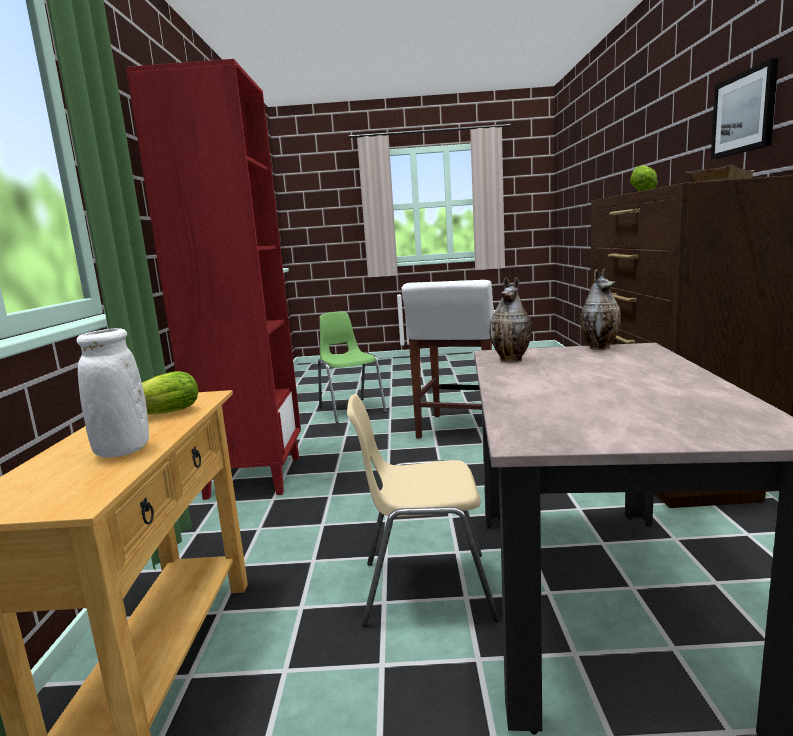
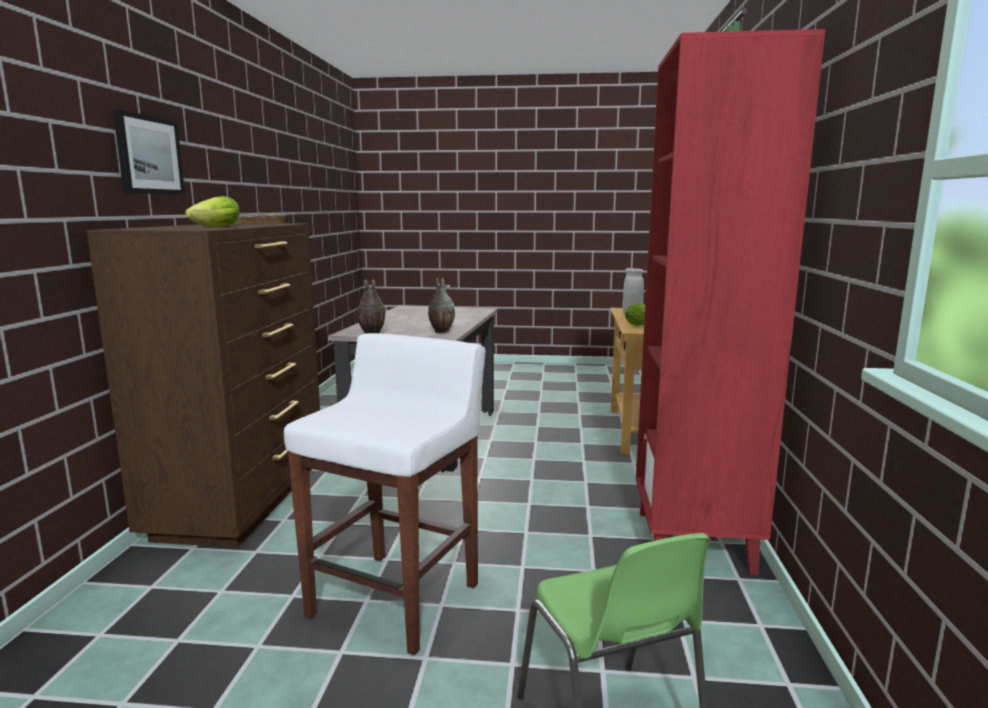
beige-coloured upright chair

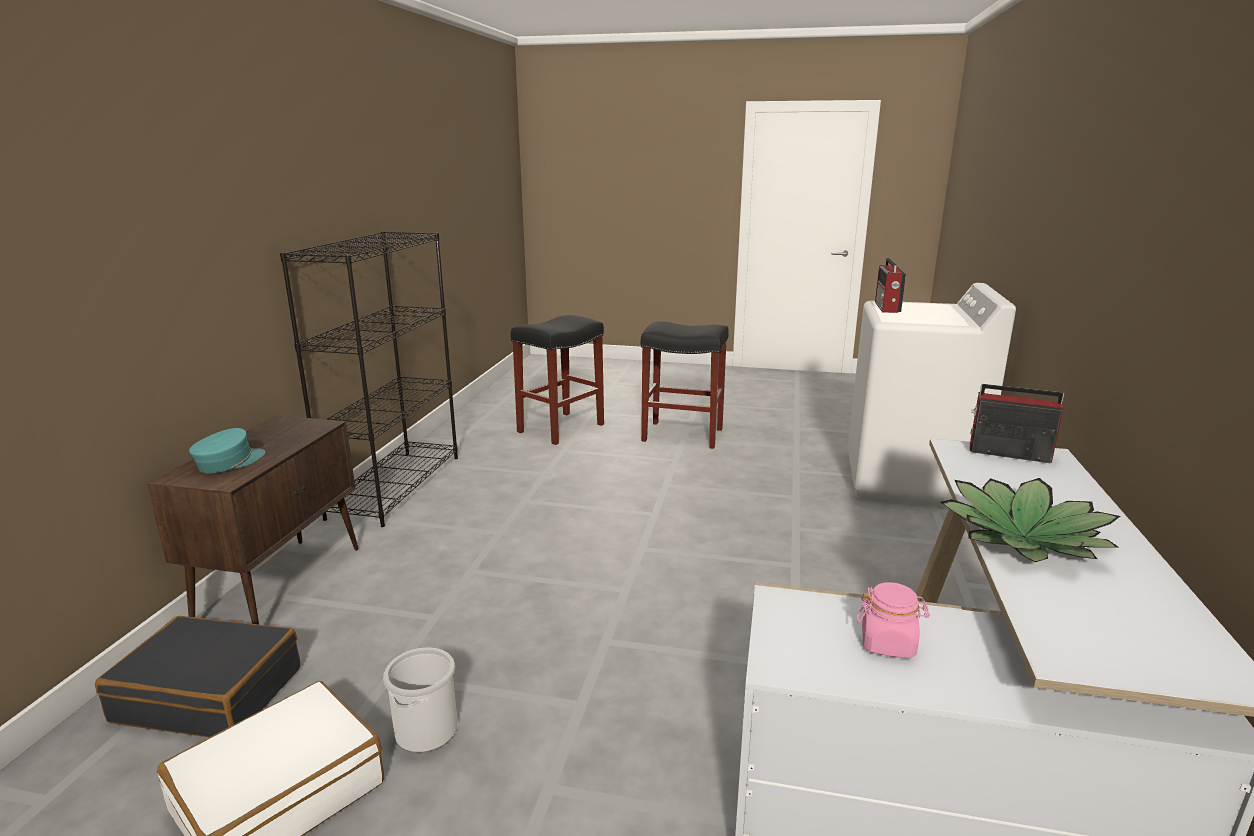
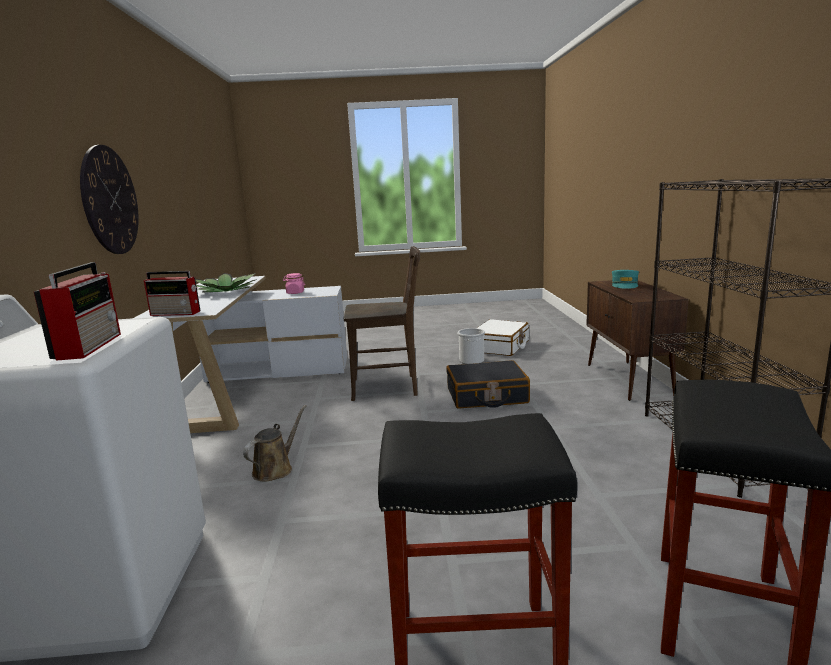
clock on the wall; brown-coloured watering pot; brown-coloured upright chair; black suitcase

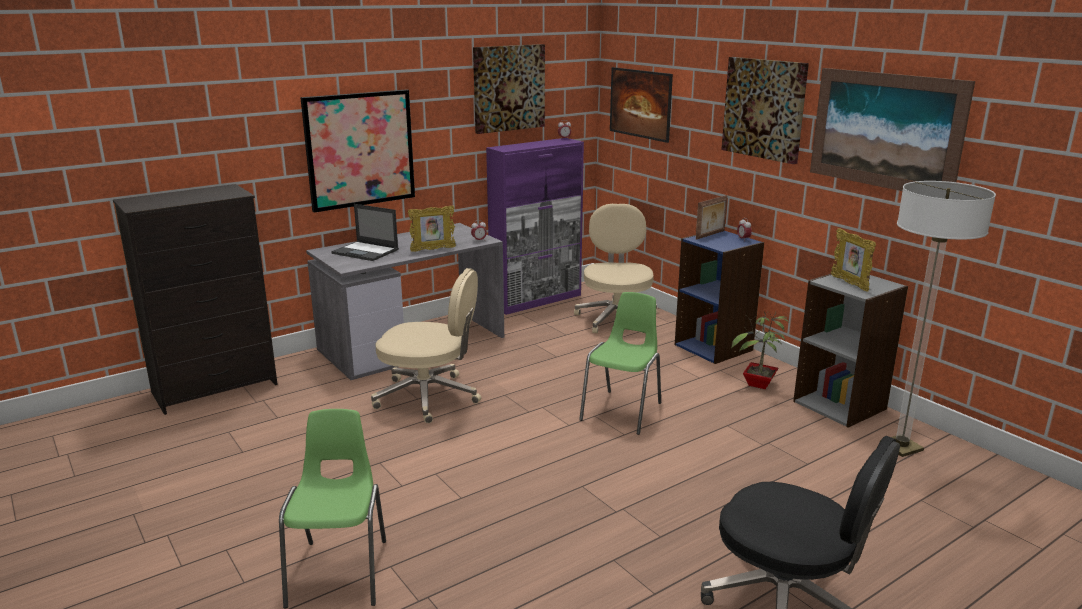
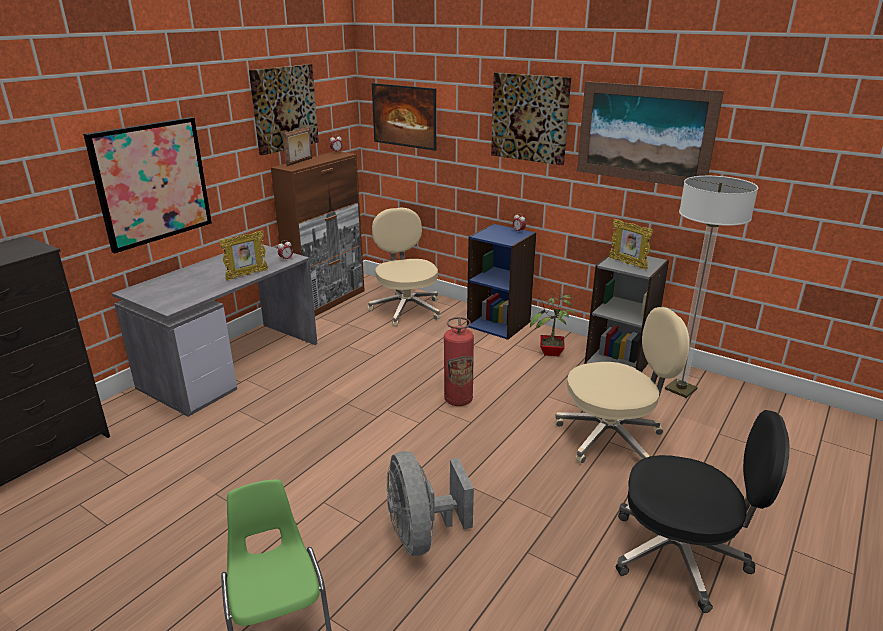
portable computer; greyish electric fan; beige-coloured office chair (no. 2 from left); photo frame (no. 2 from left); fire-fighting cylinder; brown-coloured cupboard

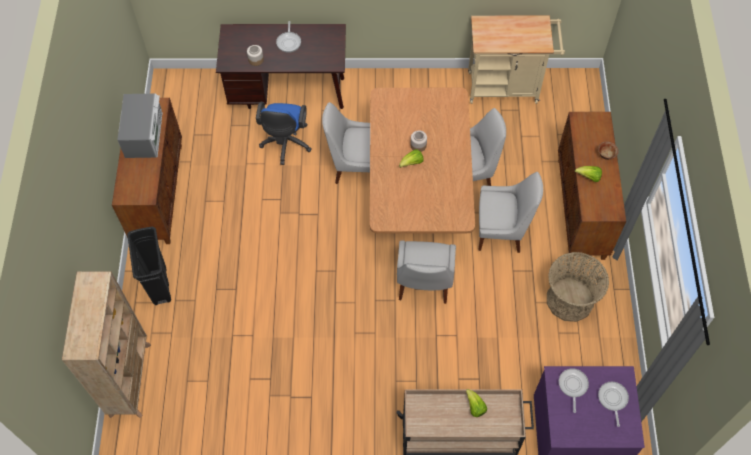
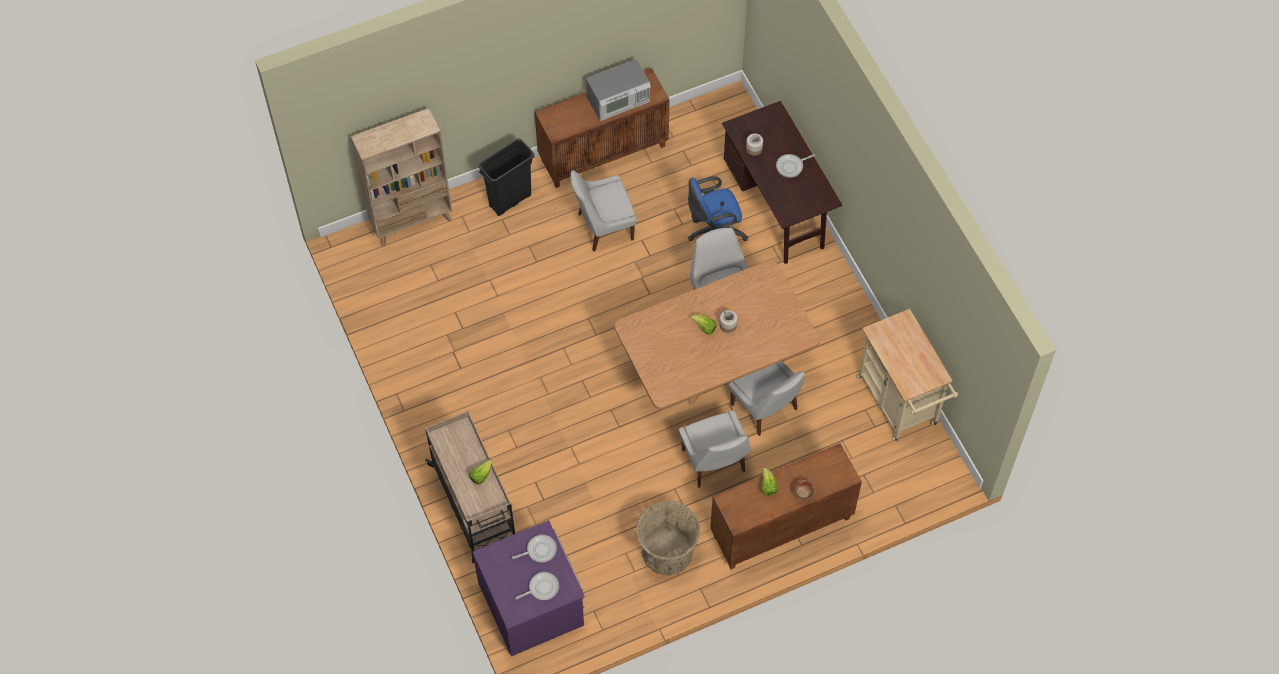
whitish upright chair (no. 1 from left)

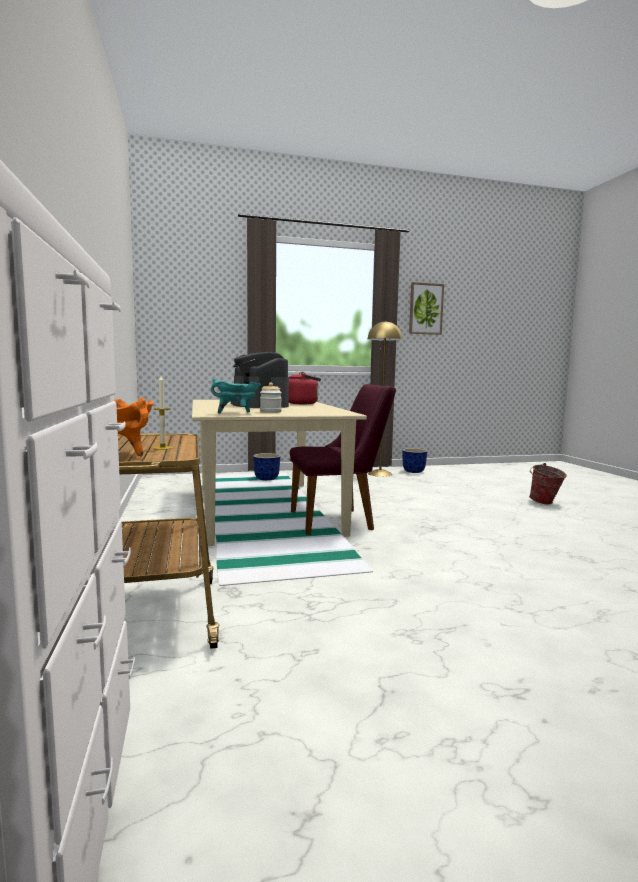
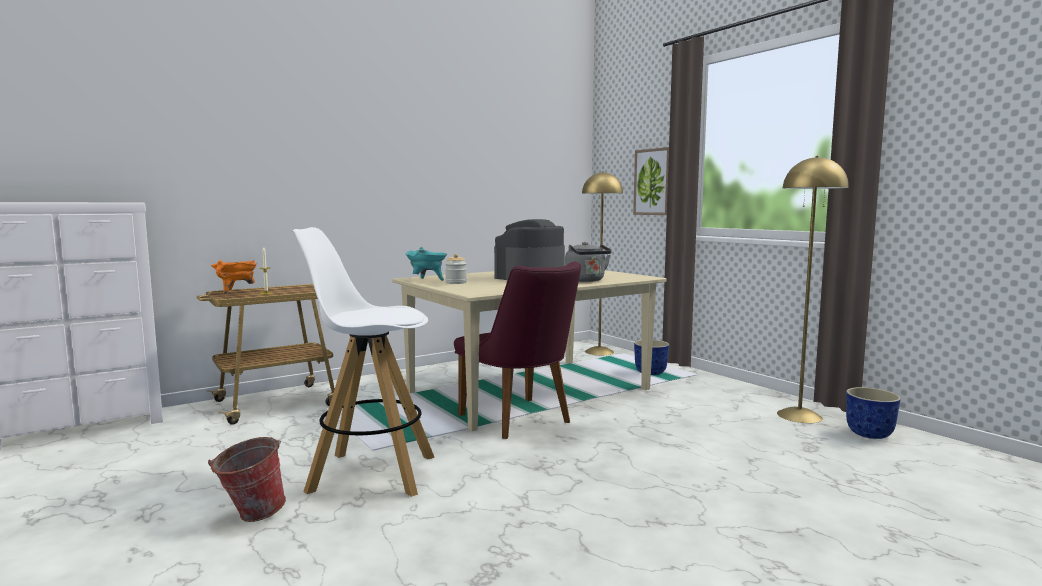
whitish stool; yellowish standard lamp (no. 1 from left); wall art; bucket; greyish water kettle

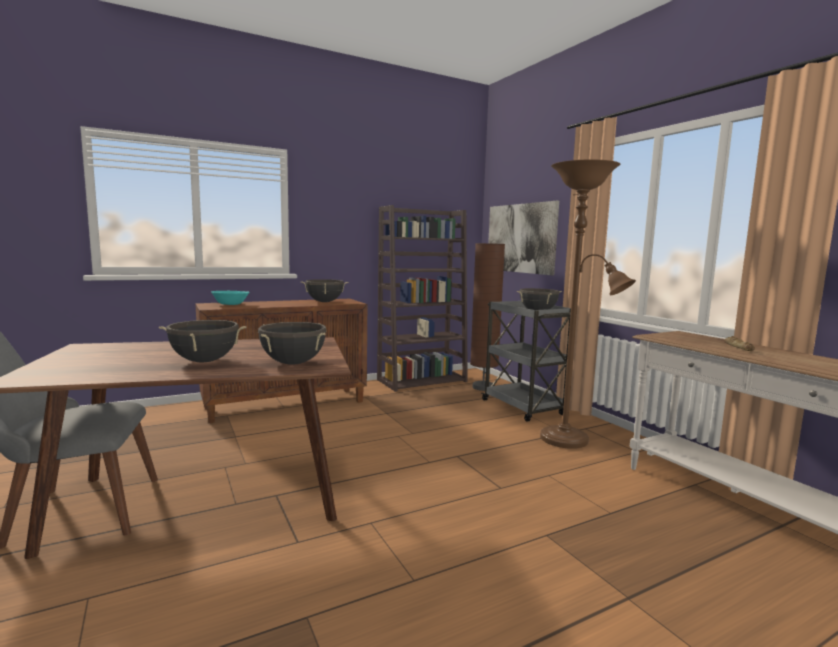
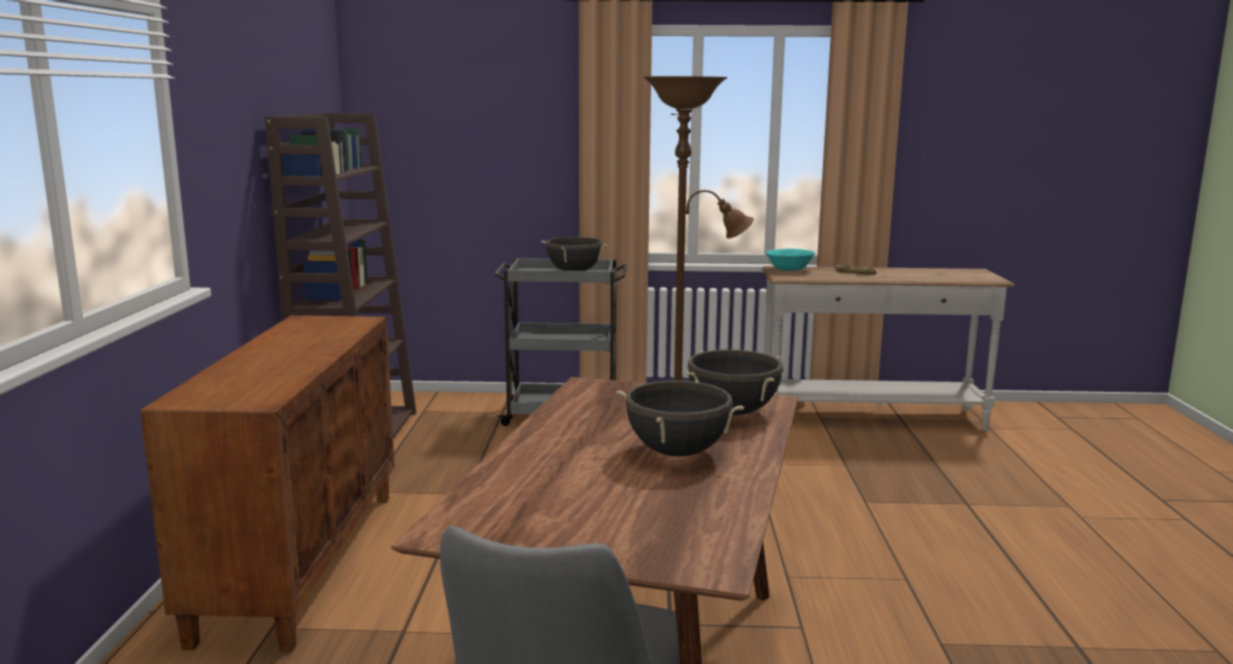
black cooking pot (no. 3 from left in the first image); brown-coloured standard lamp (no. 1 from left in the first image); wall art; turquoise-coloured serving bowl

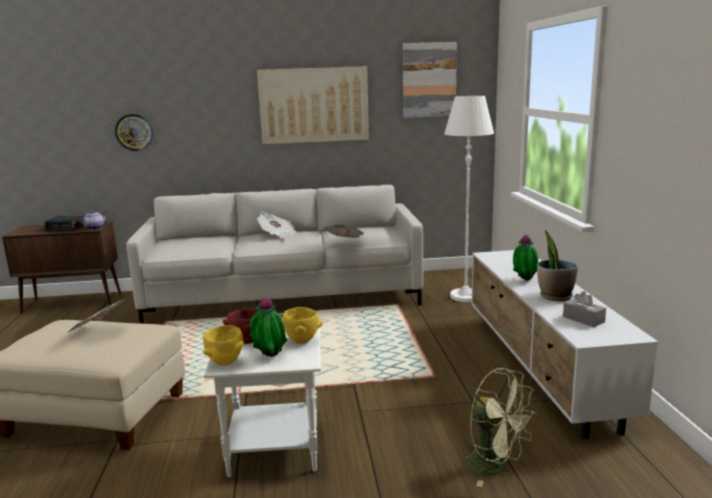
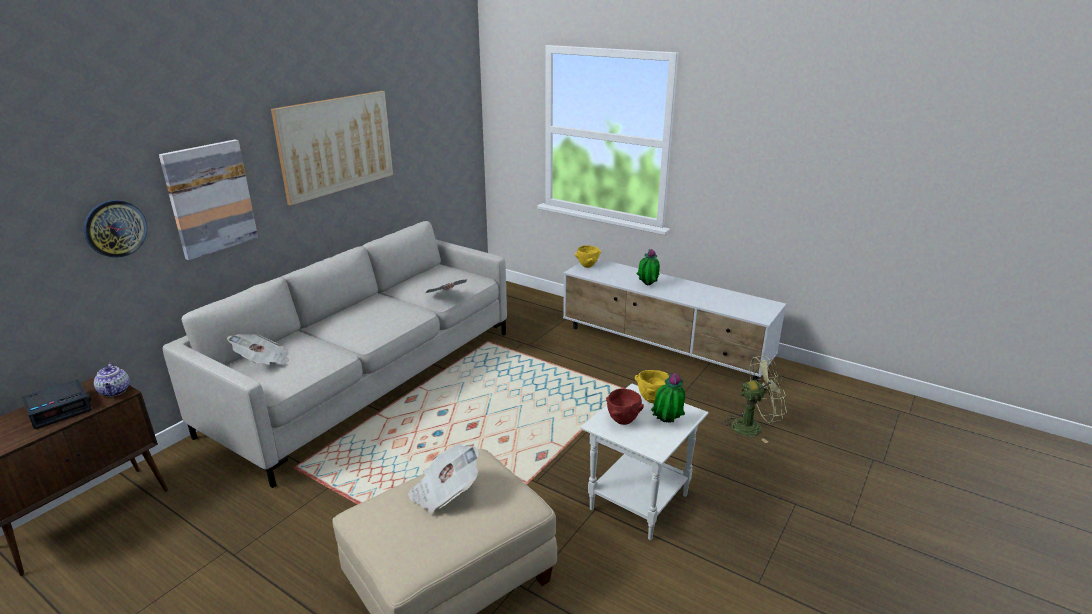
whitish standard lamp; potted plant (no. 3 from left in the first image); greyish tissue holder; yellowish serving bowl (no. 1 from left); newspaper (no. 1 from left); wall art (no. 1 from left)

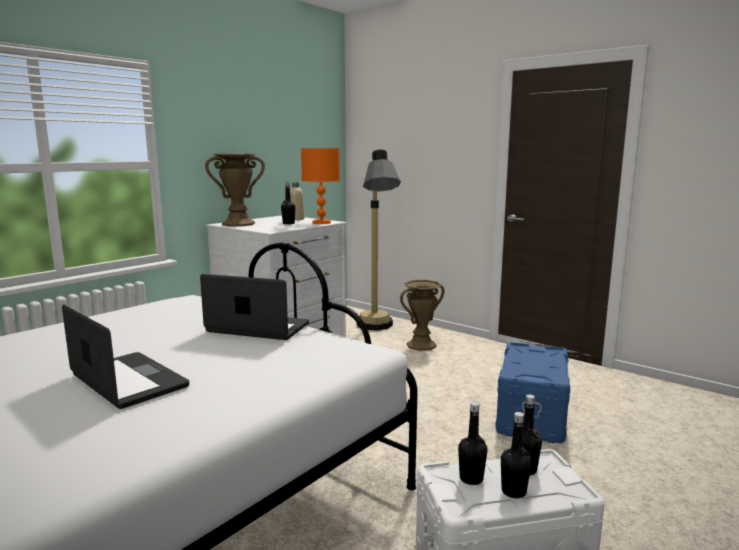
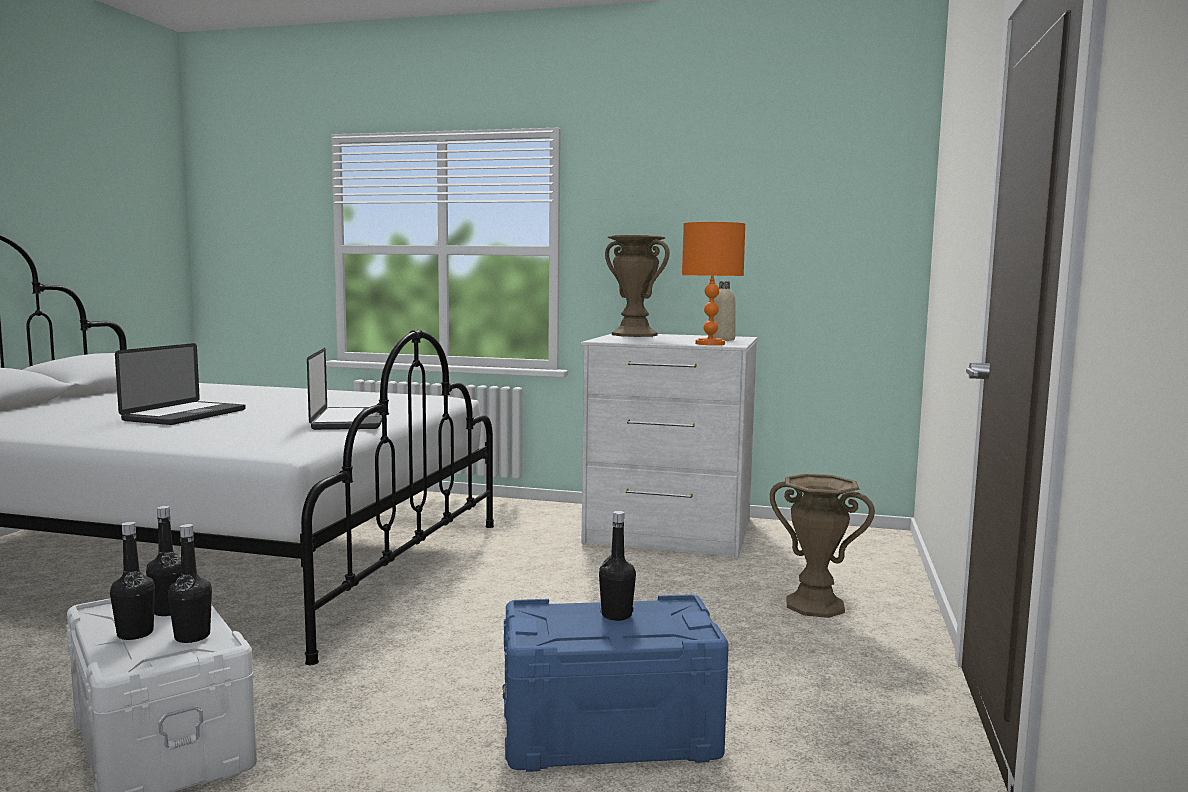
standard lamp; black beverage bottle (no. 4 from left)

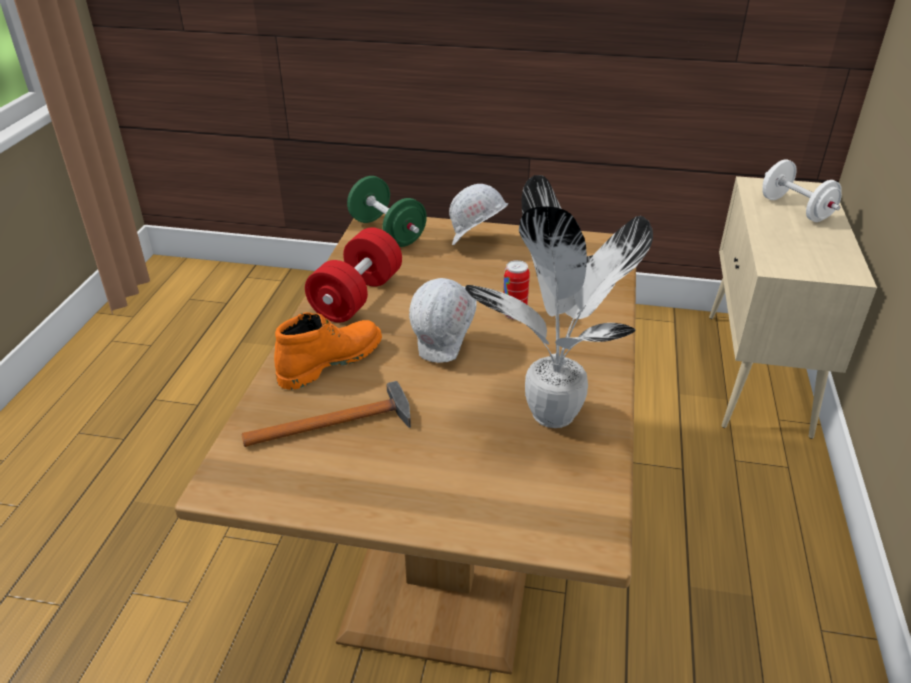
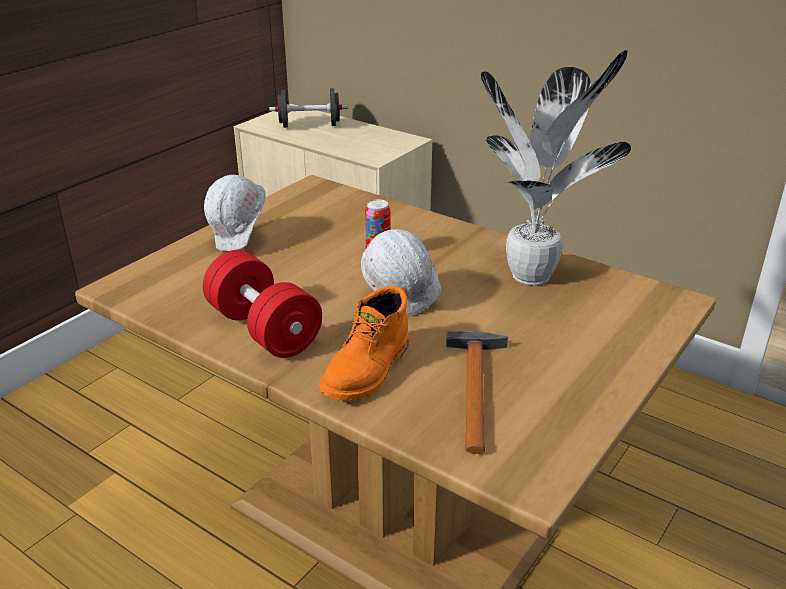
green-coloured free weight; black free weight; orangey boot

